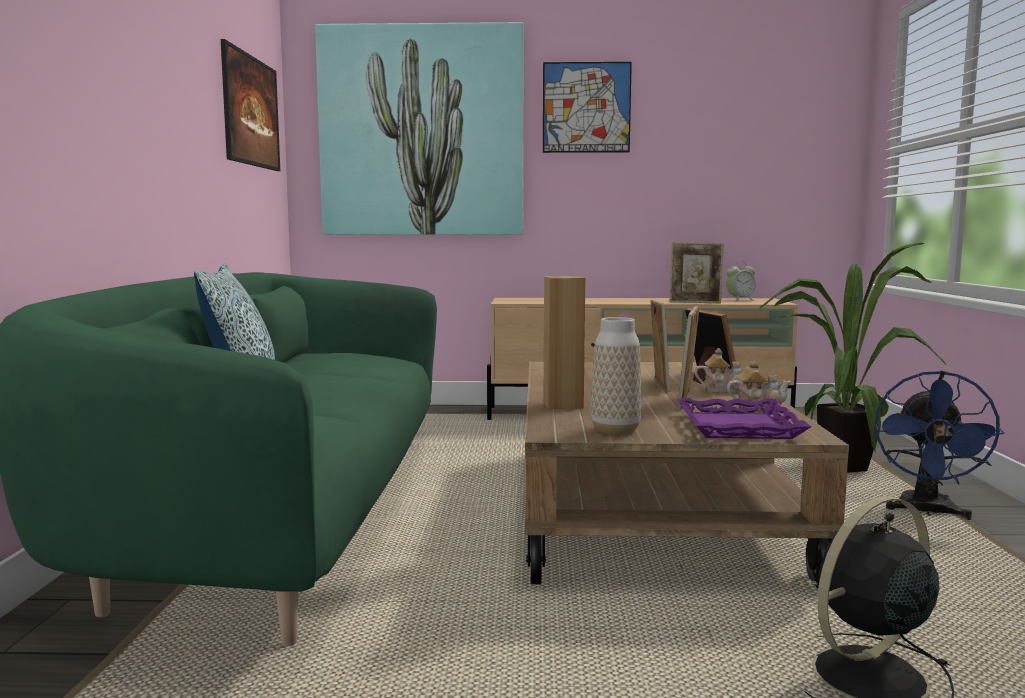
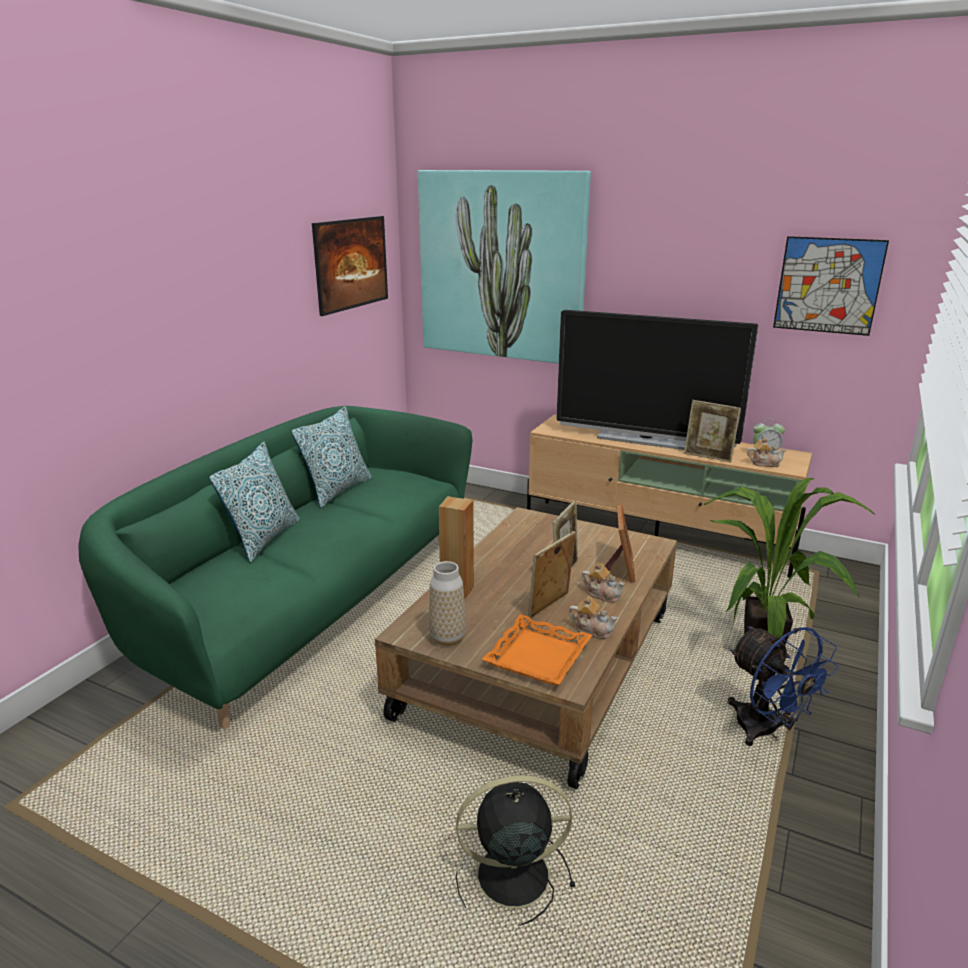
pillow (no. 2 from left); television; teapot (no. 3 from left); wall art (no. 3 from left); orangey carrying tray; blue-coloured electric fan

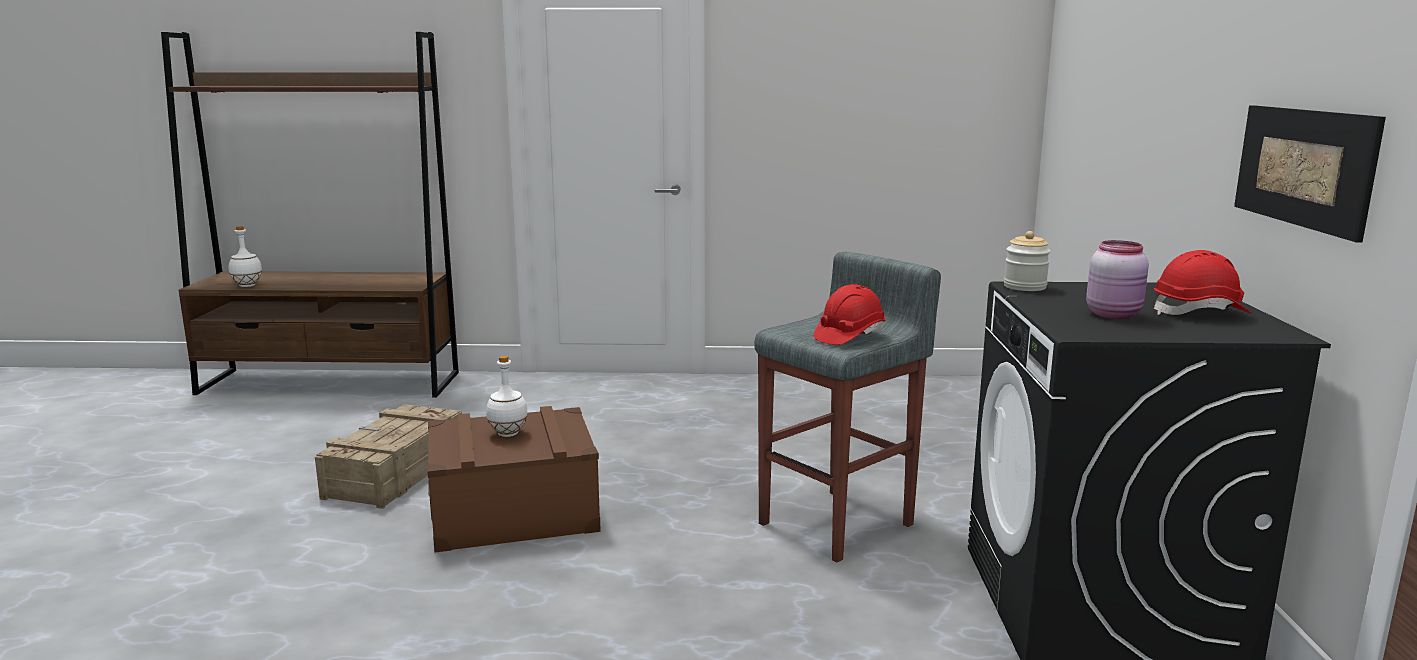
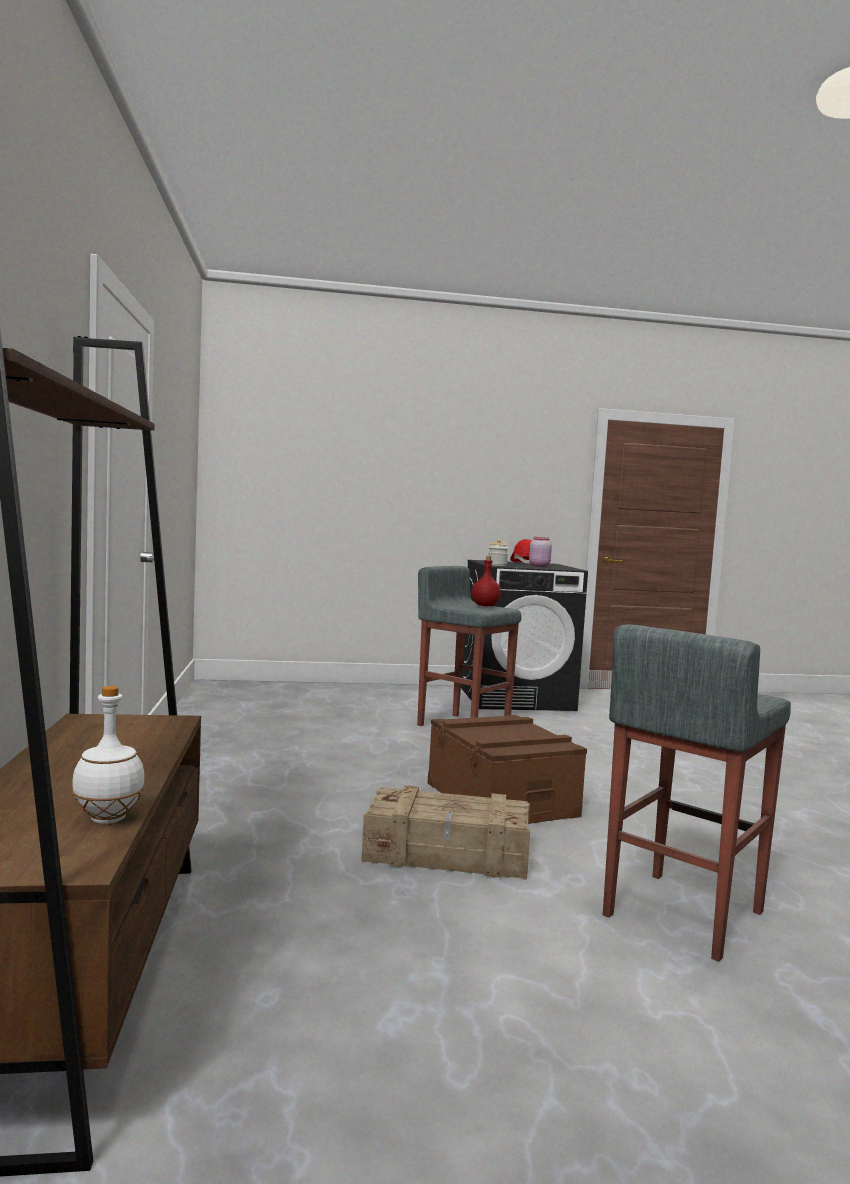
whitish beverage bottle (no. 2 from left in the first image); wall art; greyish stool (no. 2 from left); reddish beverage bottle

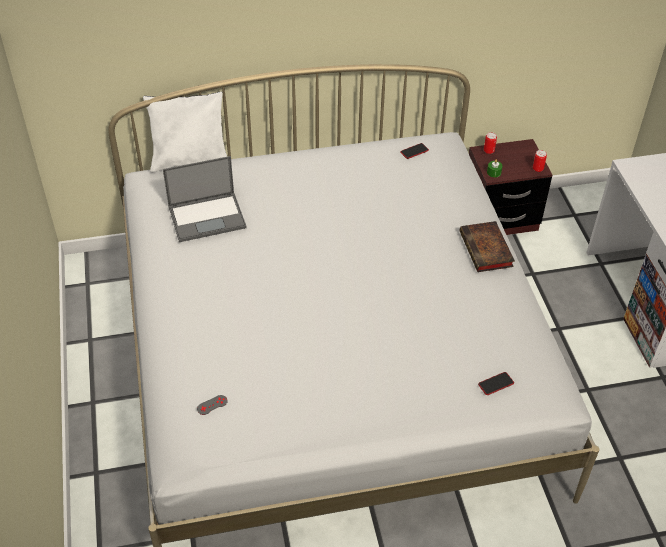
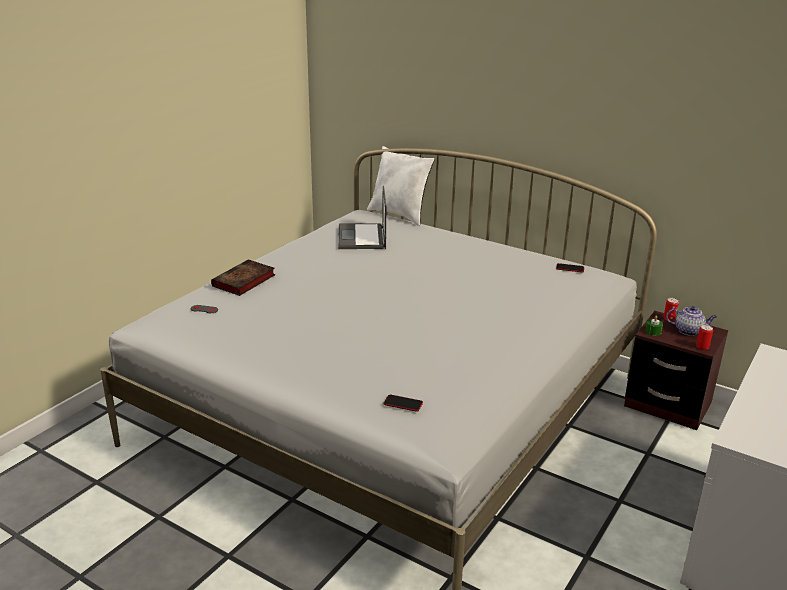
teapot; bound book; portable computer

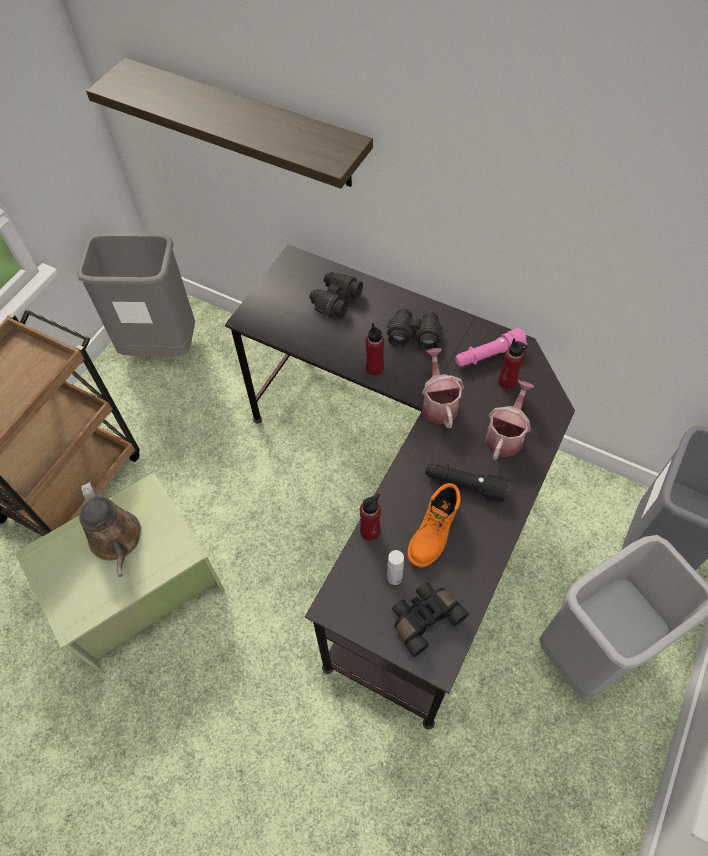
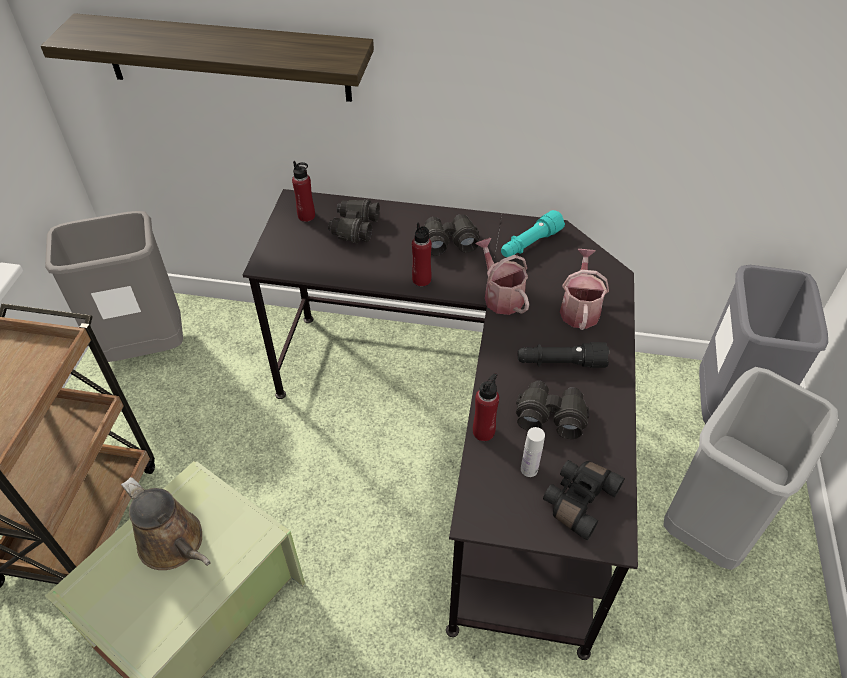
reddish beverage bottle (no. 1 from left); black field glasses (no. 3 from left); turquoise-coloured hand torch

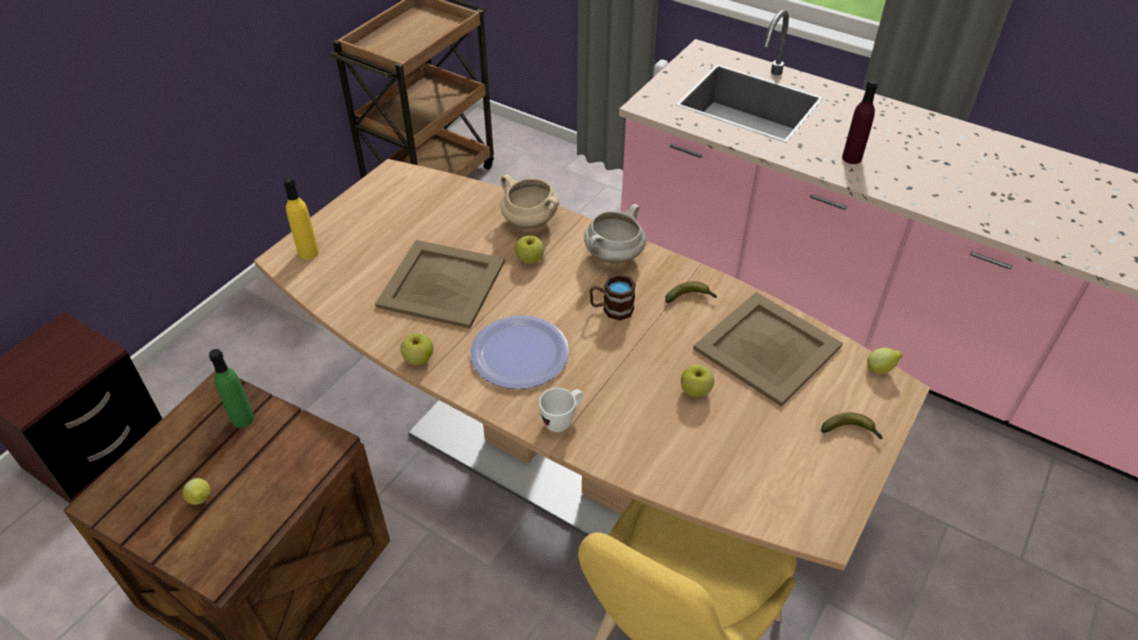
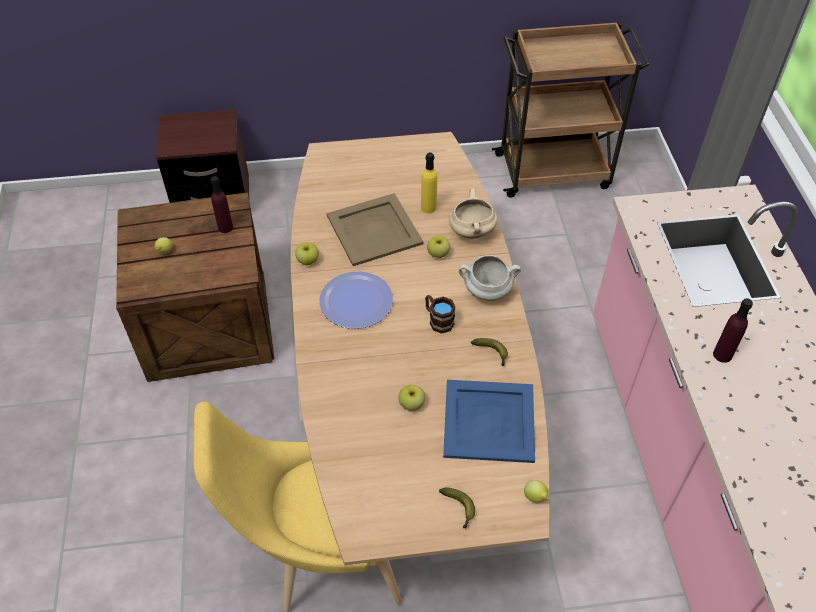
whitish tea mug; yellowish beverage bottle; purple-coloured beverage bottle (no. 1 from left); blue-coloured carrying tray

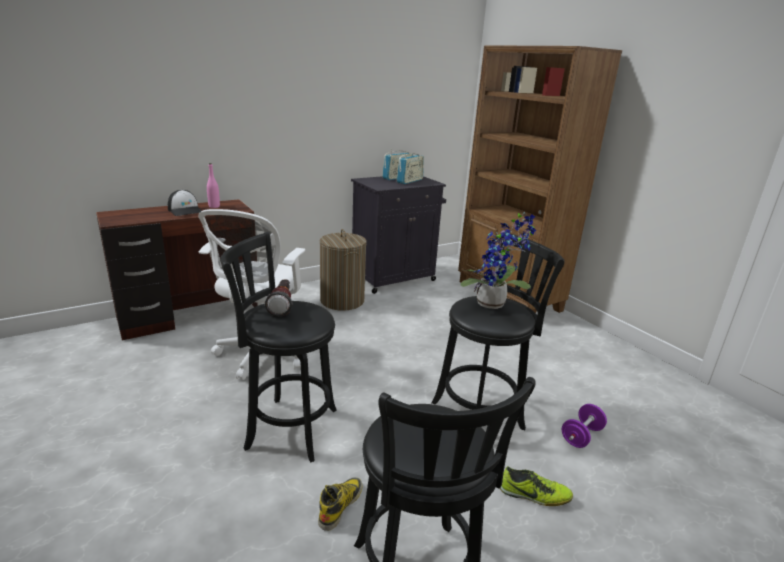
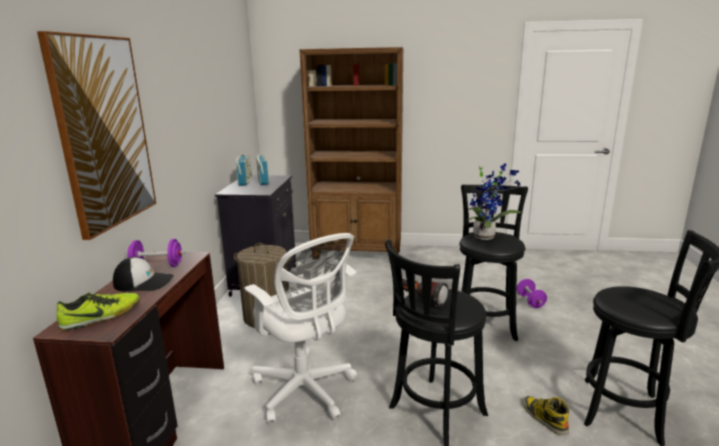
wall art; low shoe; purple-coloured free weight (no. 1 from left)

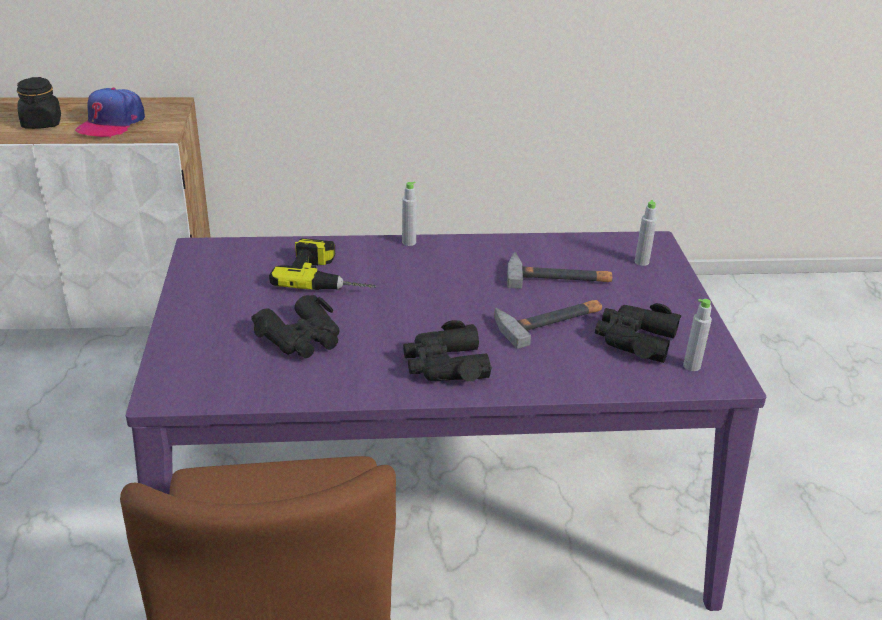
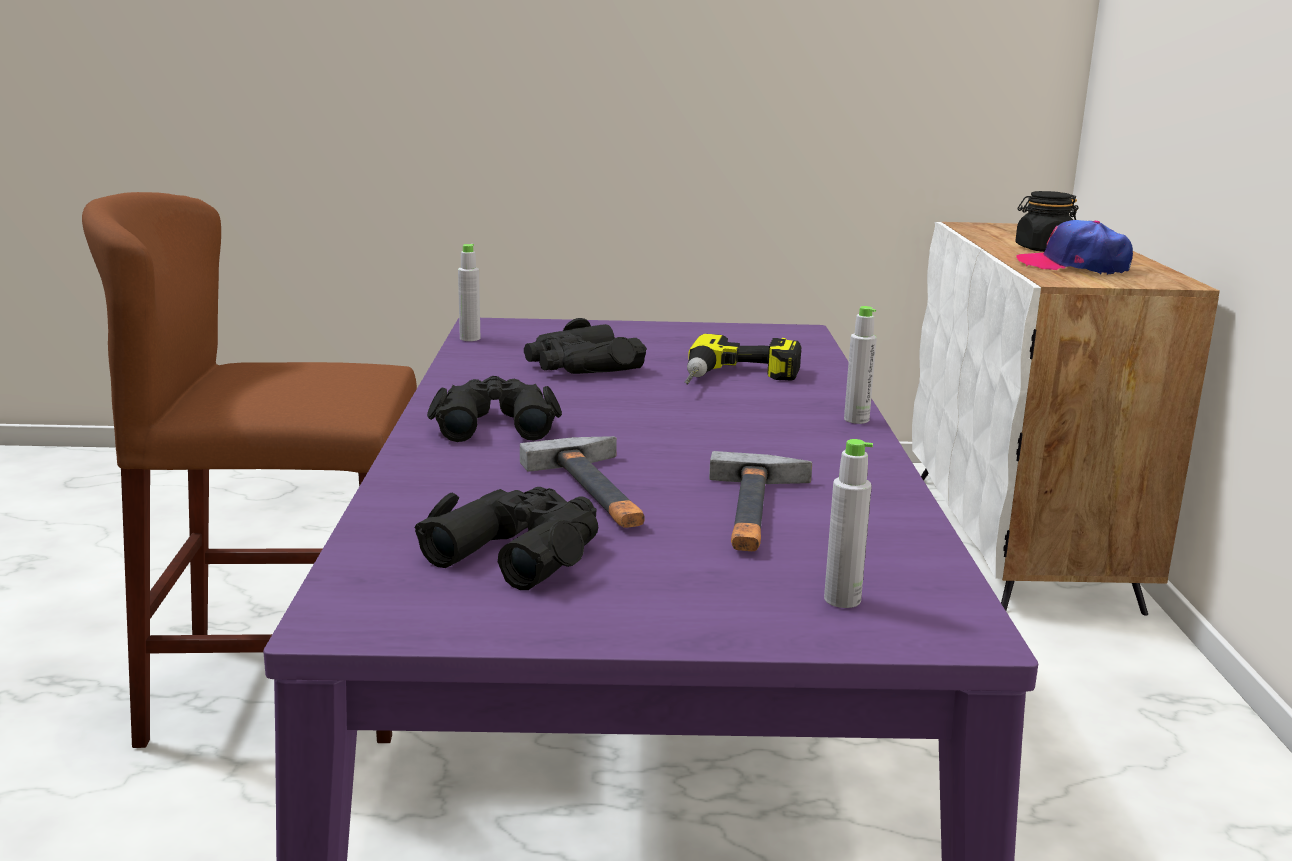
greyish beverage bottle (no. 1 from left)

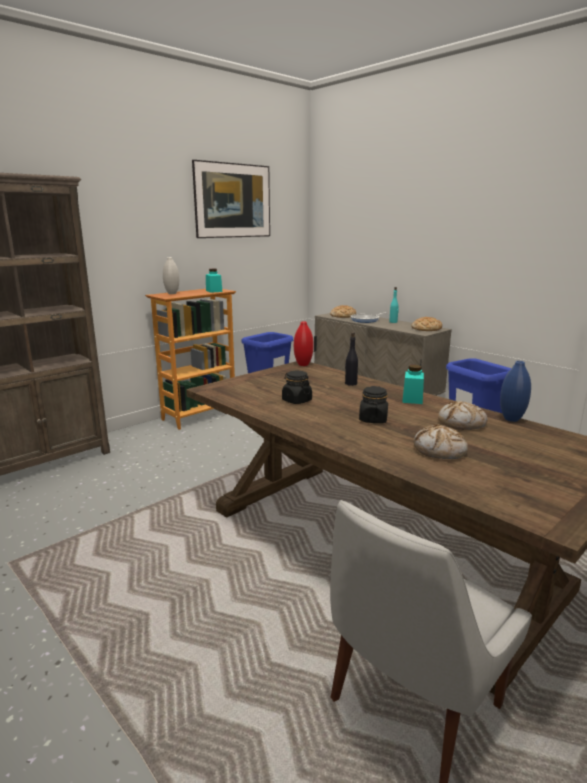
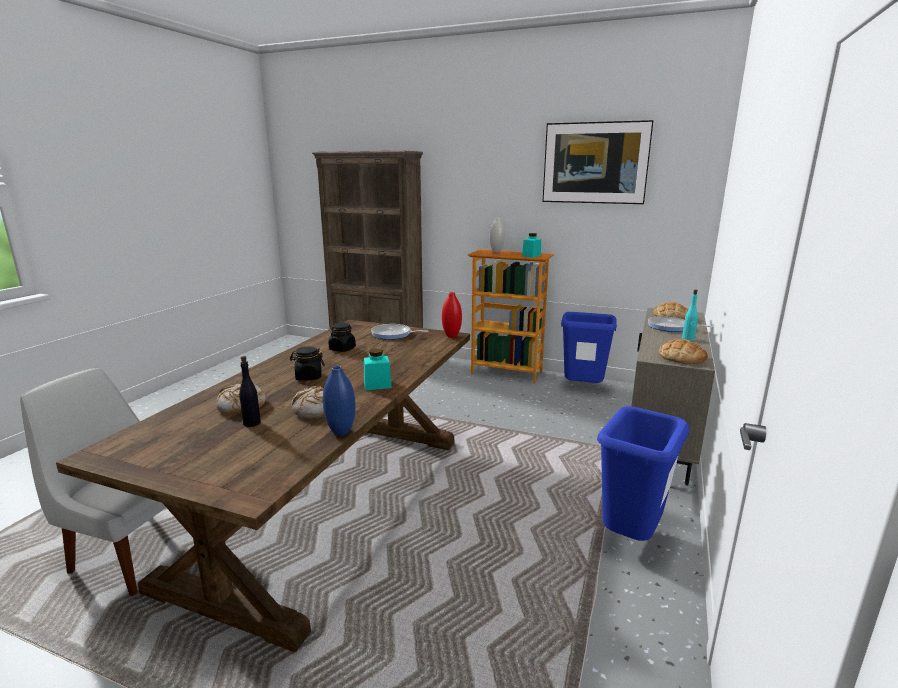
skillet (no. 1 from left); black beverage bottle

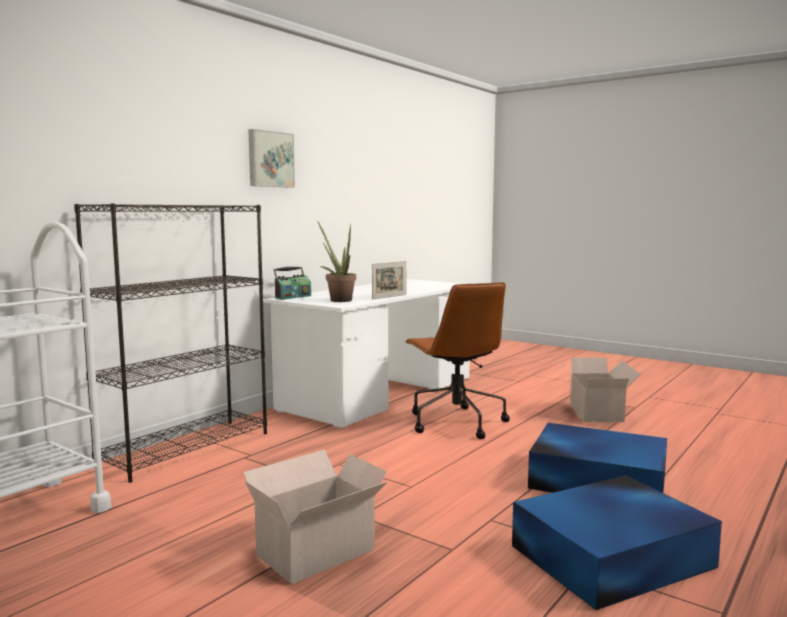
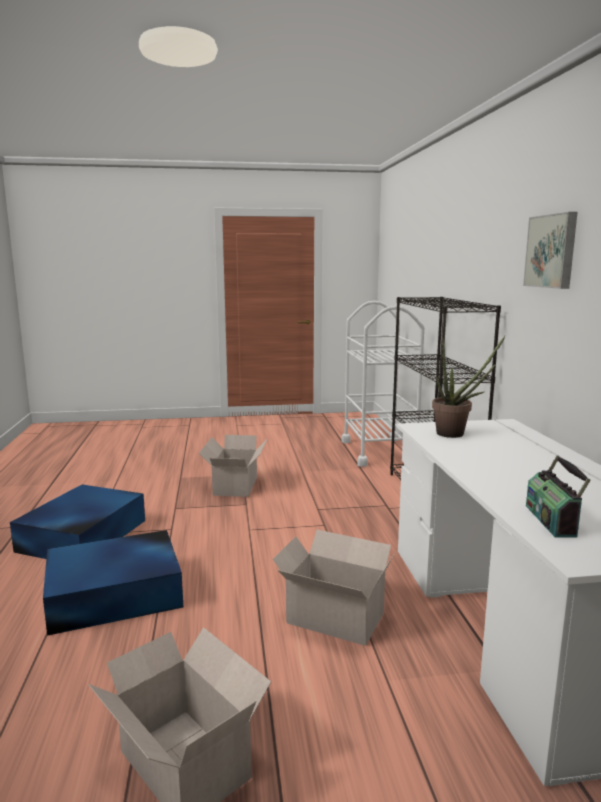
photo frame; radio; carton (no. 3 from left)

